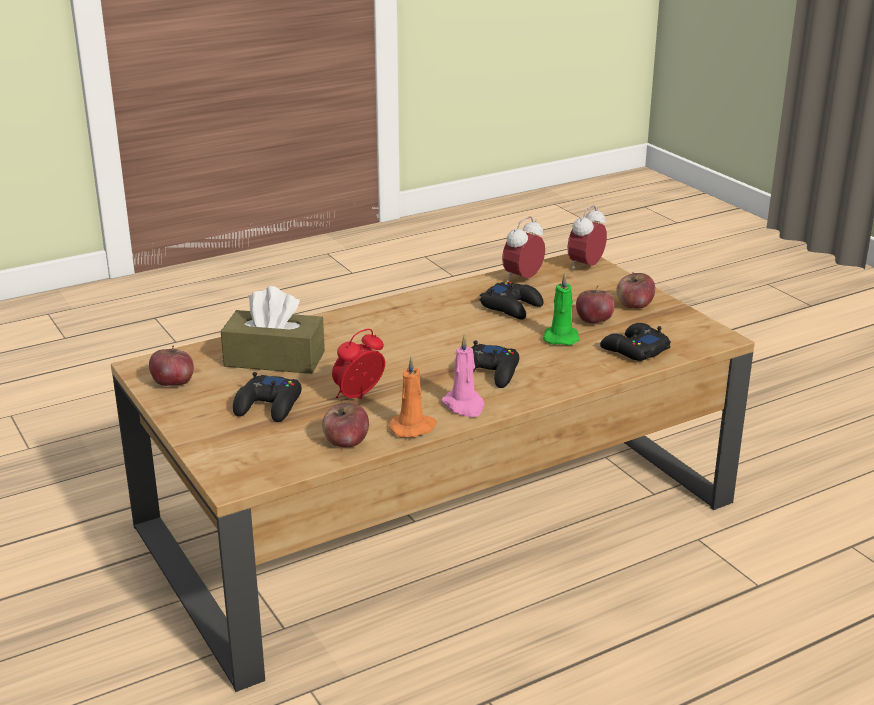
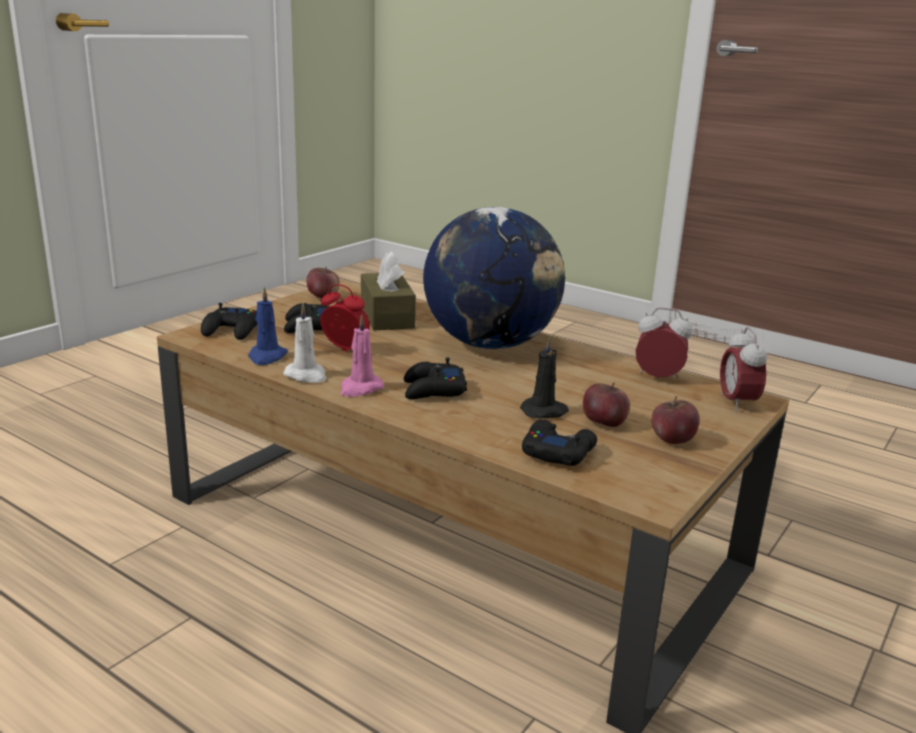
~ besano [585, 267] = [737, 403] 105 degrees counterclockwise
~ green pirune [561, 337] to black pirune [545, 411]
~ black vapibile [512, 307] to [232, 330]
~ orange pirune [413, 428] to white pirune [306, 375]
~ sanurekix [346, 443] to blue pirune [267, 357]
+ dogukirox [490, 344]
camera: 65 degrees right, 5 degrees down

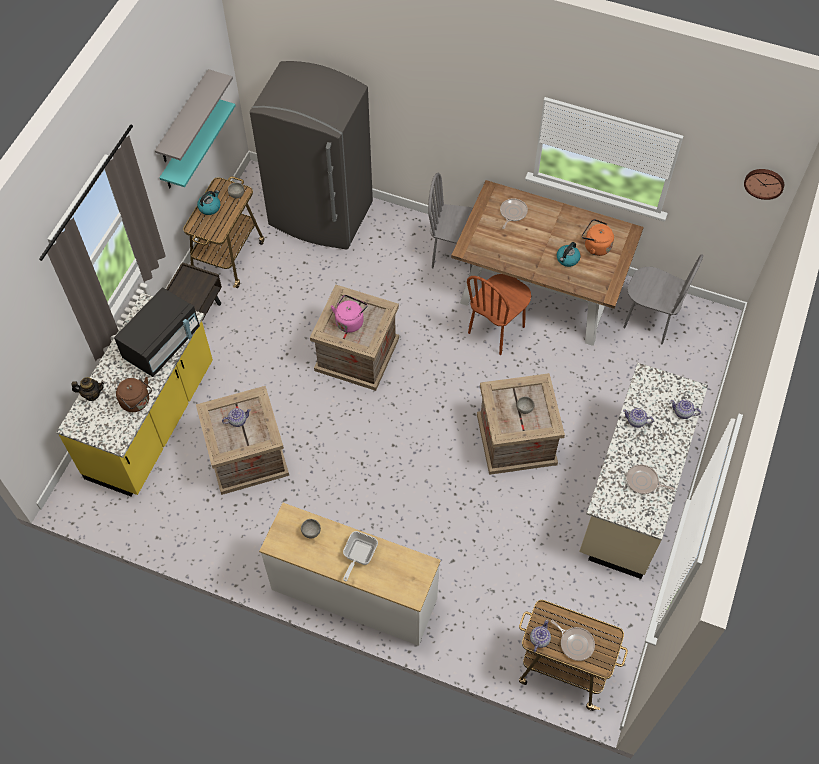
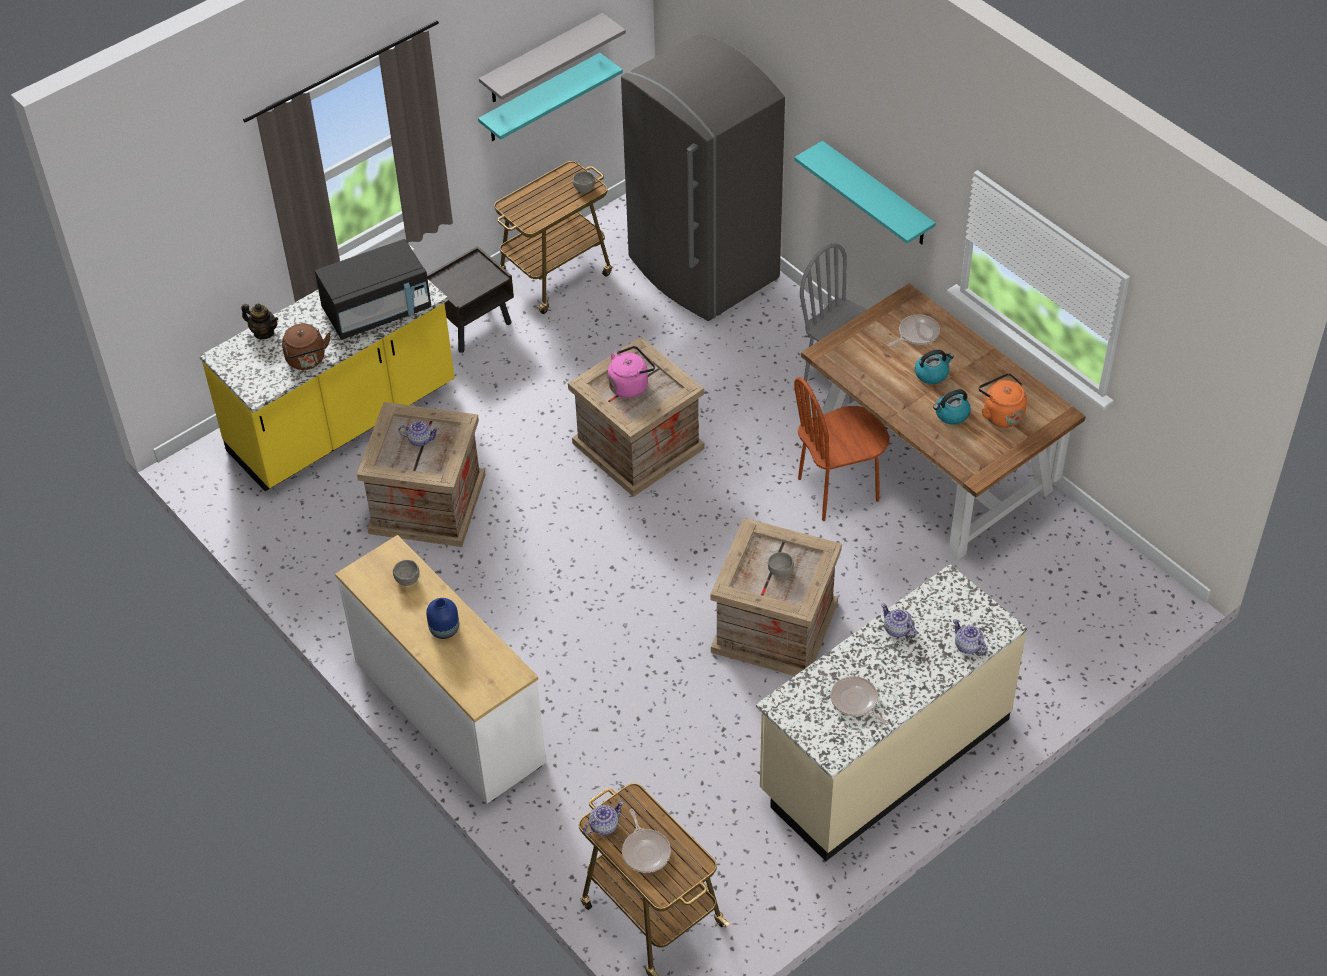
- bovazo [764, 182]
~ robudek [210, 207] to [932, 374]
- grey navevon [649, 321]
~ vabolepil [358, 556] to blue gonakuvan [443, 629]
+ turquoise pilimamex [877, 195]
camera: 30 degrees right, 10 degrees down

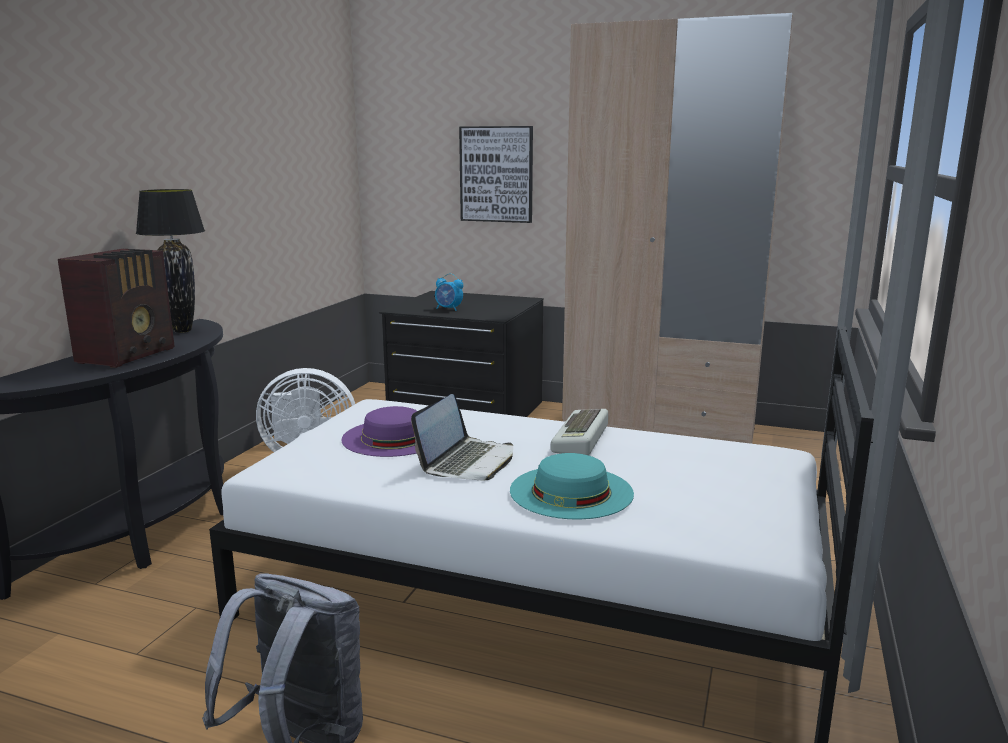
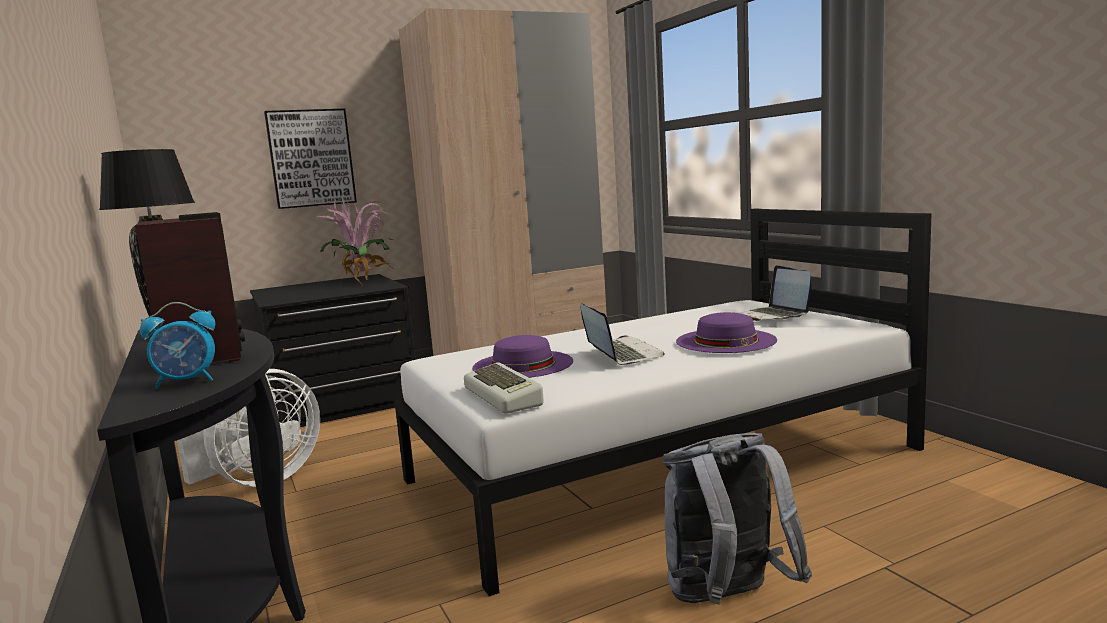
~ besano [448, 309] to [187, 382]
~ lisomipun [582, 439] to [505, 396]
~ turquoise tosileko [571, 491] to purple tosileko [726, 340]
+ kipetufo [364, 281]
+ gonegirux [773, 316]
camera: 45 degrees left, 5 degrees down

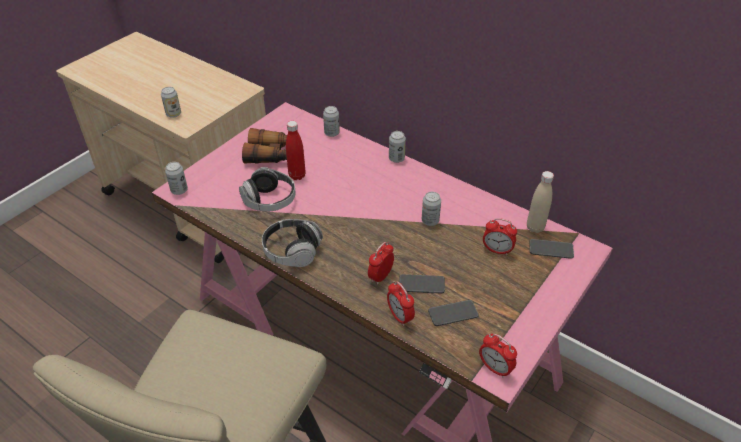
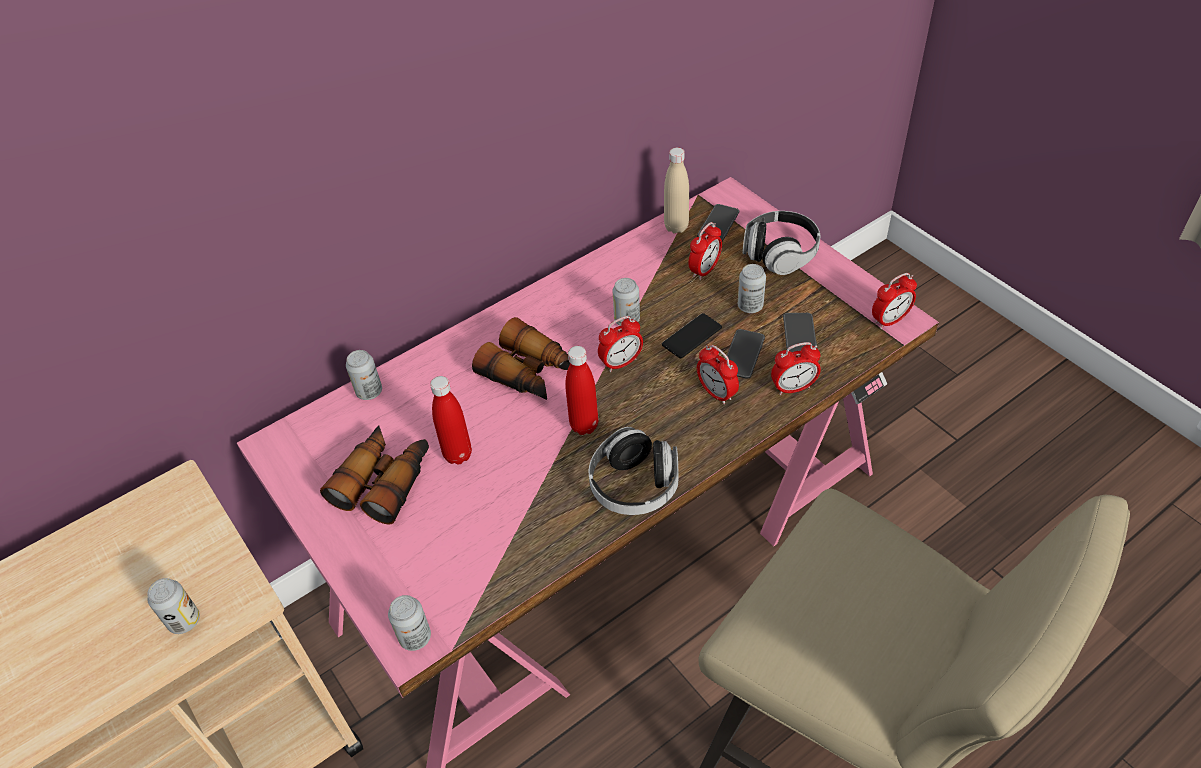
~ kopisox [396, 159] to [750, 306]
~ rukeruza [269, 201] to [780, 254]
+ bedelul [691, 336]
+ besano [621, 363]
+ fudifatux [530, 373]
+ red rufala [584, 425]
camera: 70 degrees left, 5 degrees up

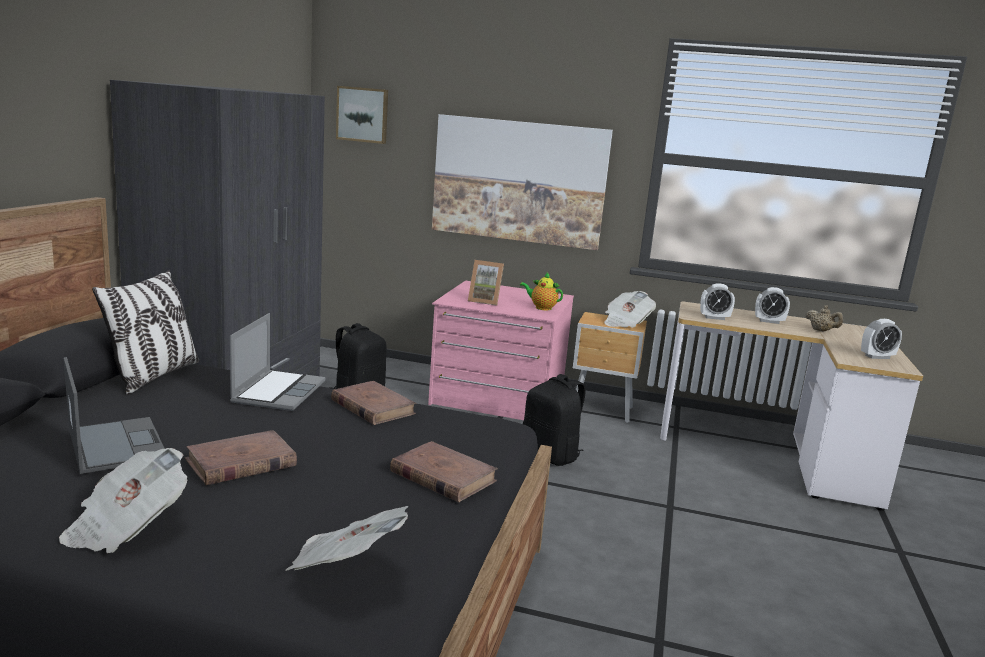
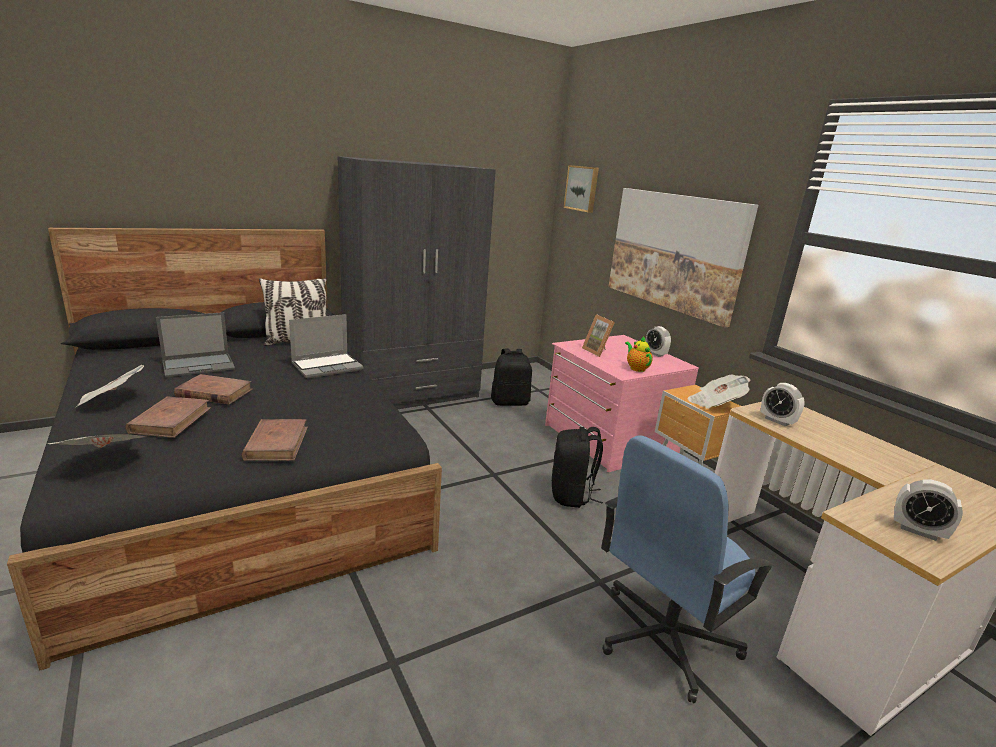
~ besano [769, 321] to [655, 354]
- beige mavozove [821, 331]
~ gonegirux [116, 444] = [199, 365] 45 degrees clockwise
~ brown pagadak [372, 407] to [171, 420]
+ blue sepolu [664, 638]
camera: 45 degrees right, 5 degrees up

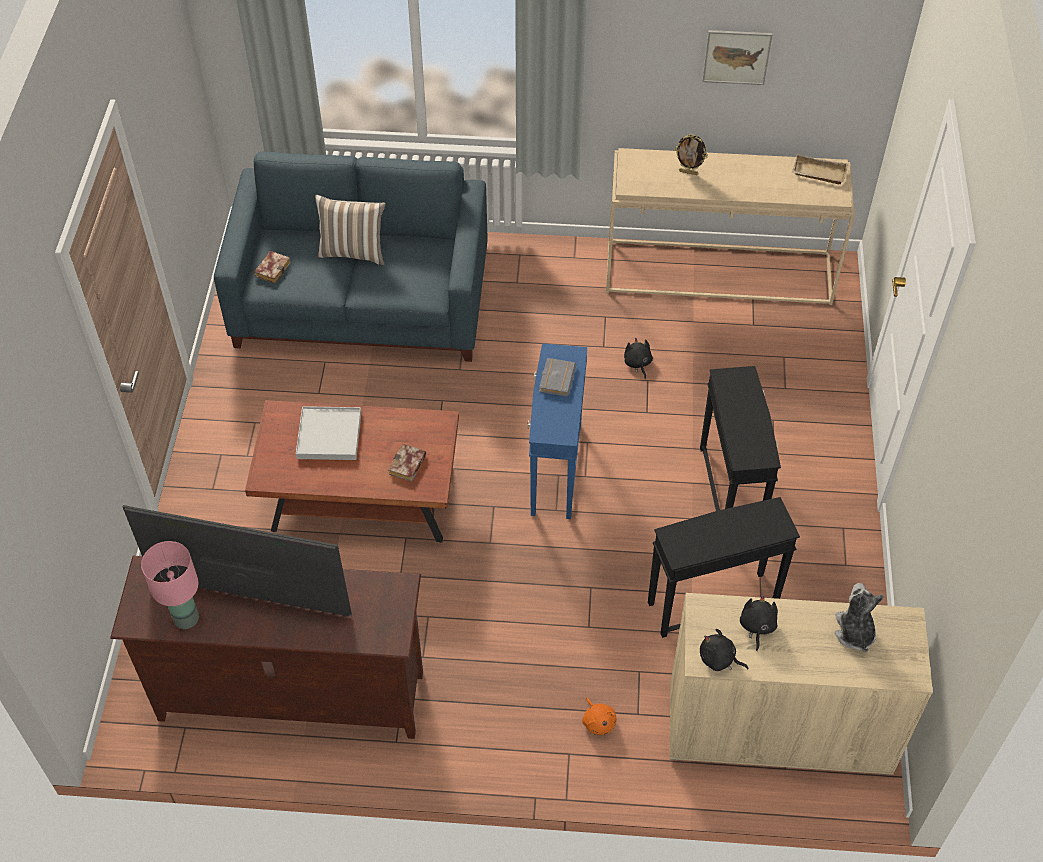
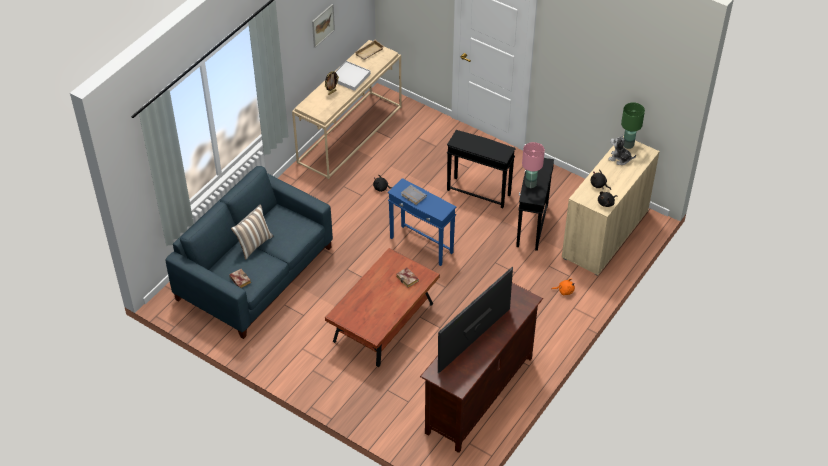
~ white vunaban [329, 435] to [350, 77]
~ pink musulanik [186, 619] to [530, 184]
+ green musulanik [628, 145]
camera: 60 degrees left, 5 degrees down

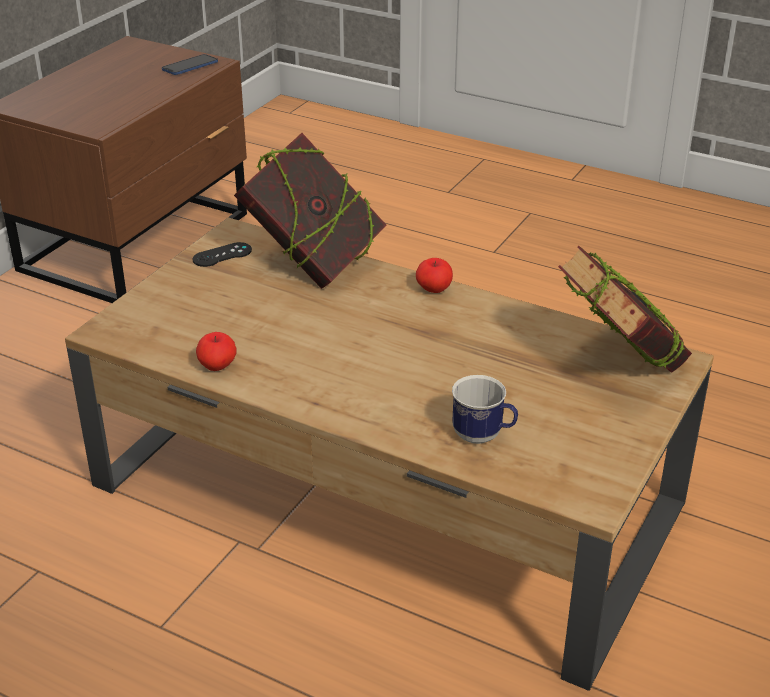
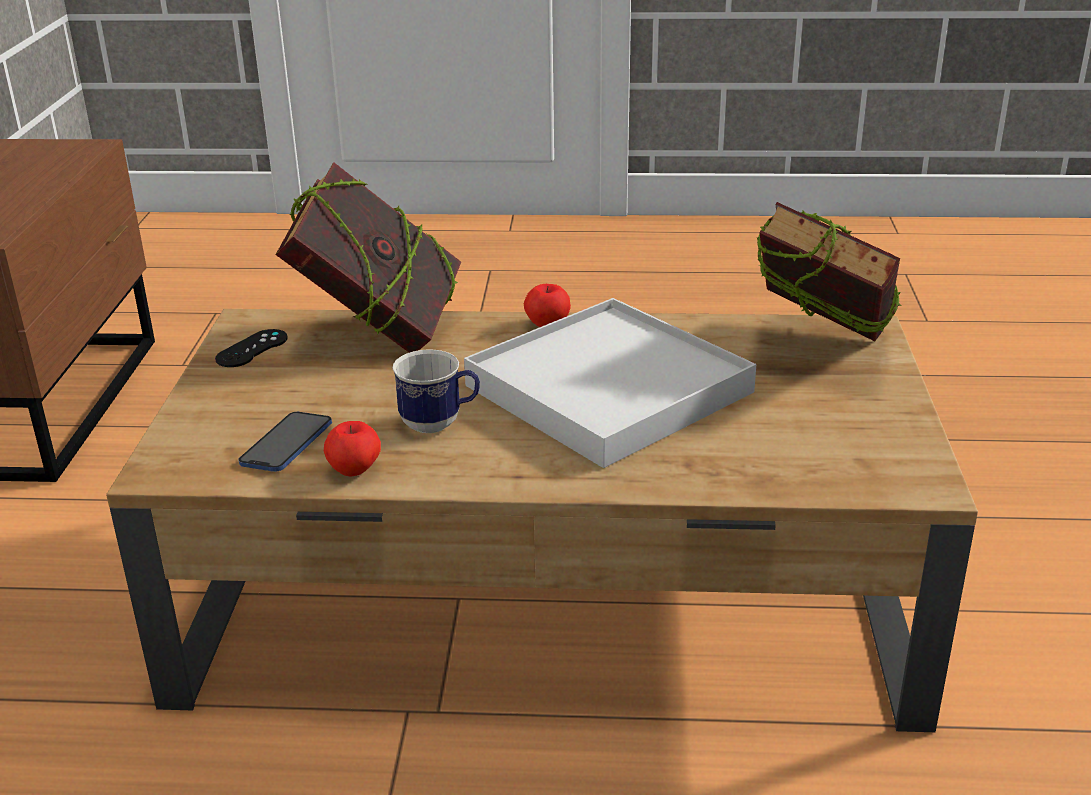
~ bedelul [190, 66] to [286, 444]
~ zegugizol [483, 436] to [439, 424]
+ white vunaban [608, 389]
camera: 25 degrees left, 5 degrees down

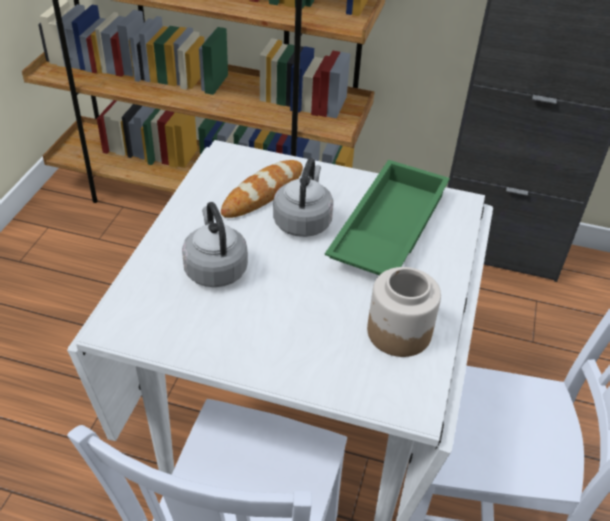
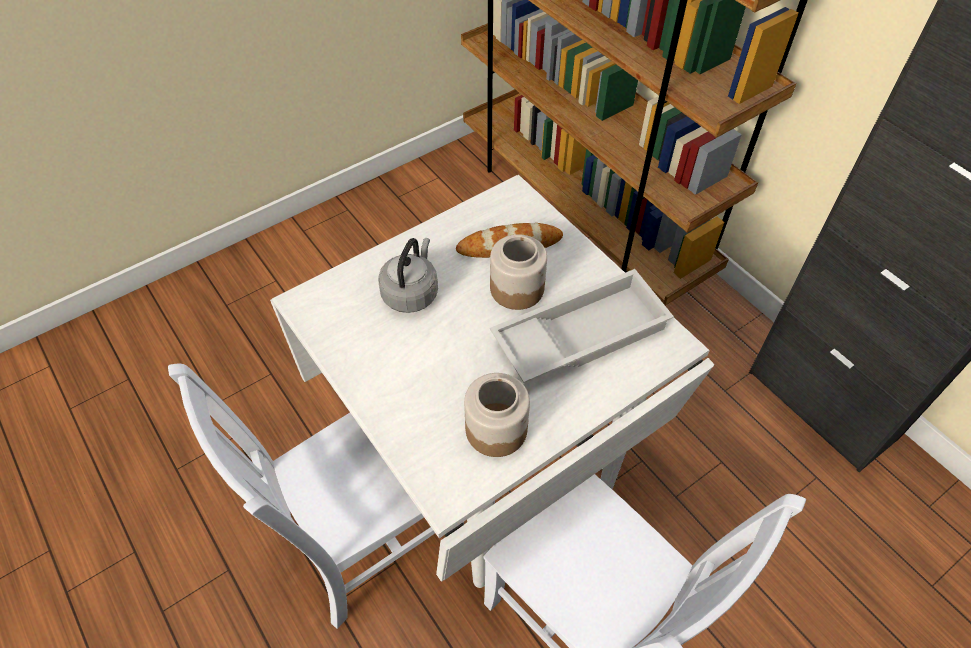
~ grey robudek [303, 221] to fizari [517, 288]
~ green vunaban [386, 229] to white vunaban [580, 333]
camera: 40 degrees right, 10 degrees up

